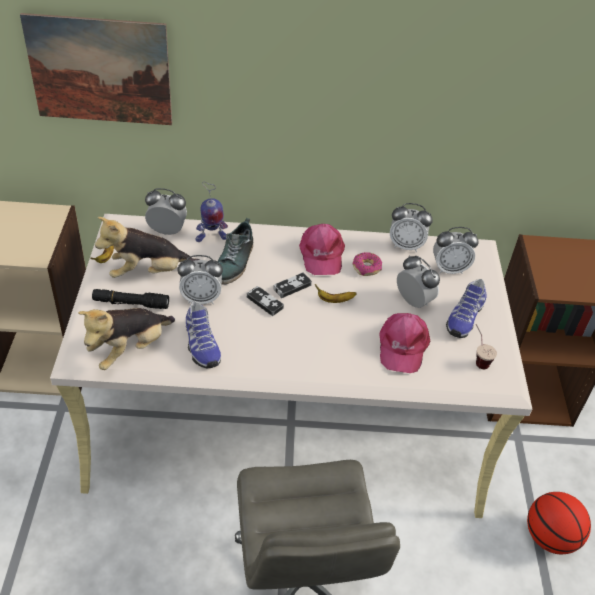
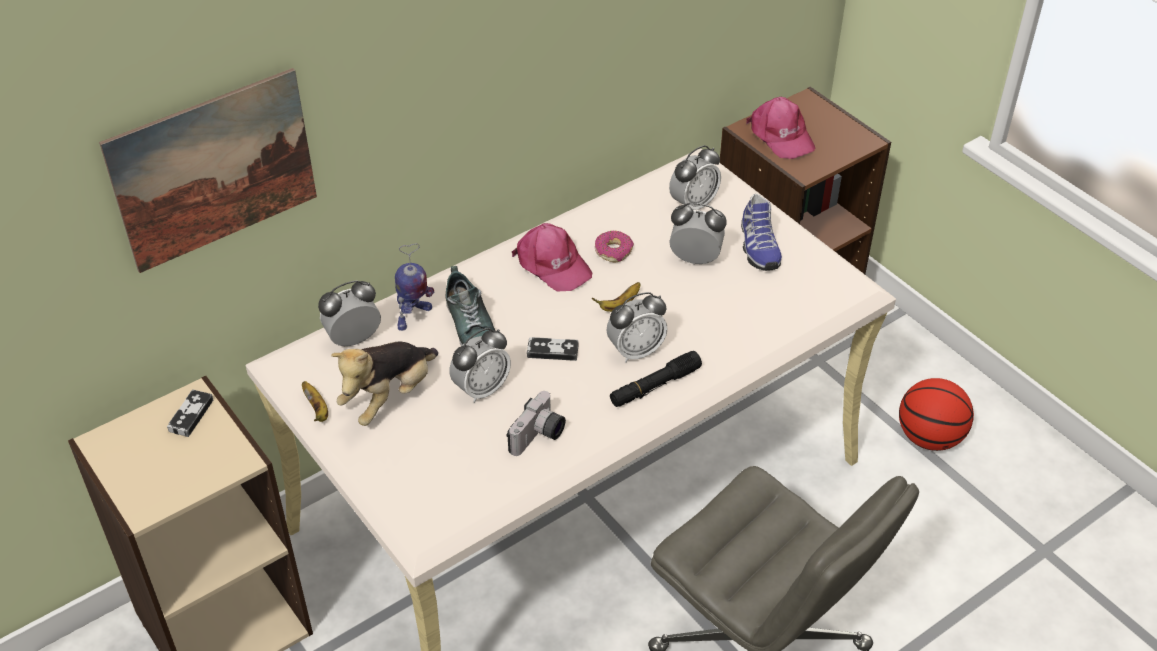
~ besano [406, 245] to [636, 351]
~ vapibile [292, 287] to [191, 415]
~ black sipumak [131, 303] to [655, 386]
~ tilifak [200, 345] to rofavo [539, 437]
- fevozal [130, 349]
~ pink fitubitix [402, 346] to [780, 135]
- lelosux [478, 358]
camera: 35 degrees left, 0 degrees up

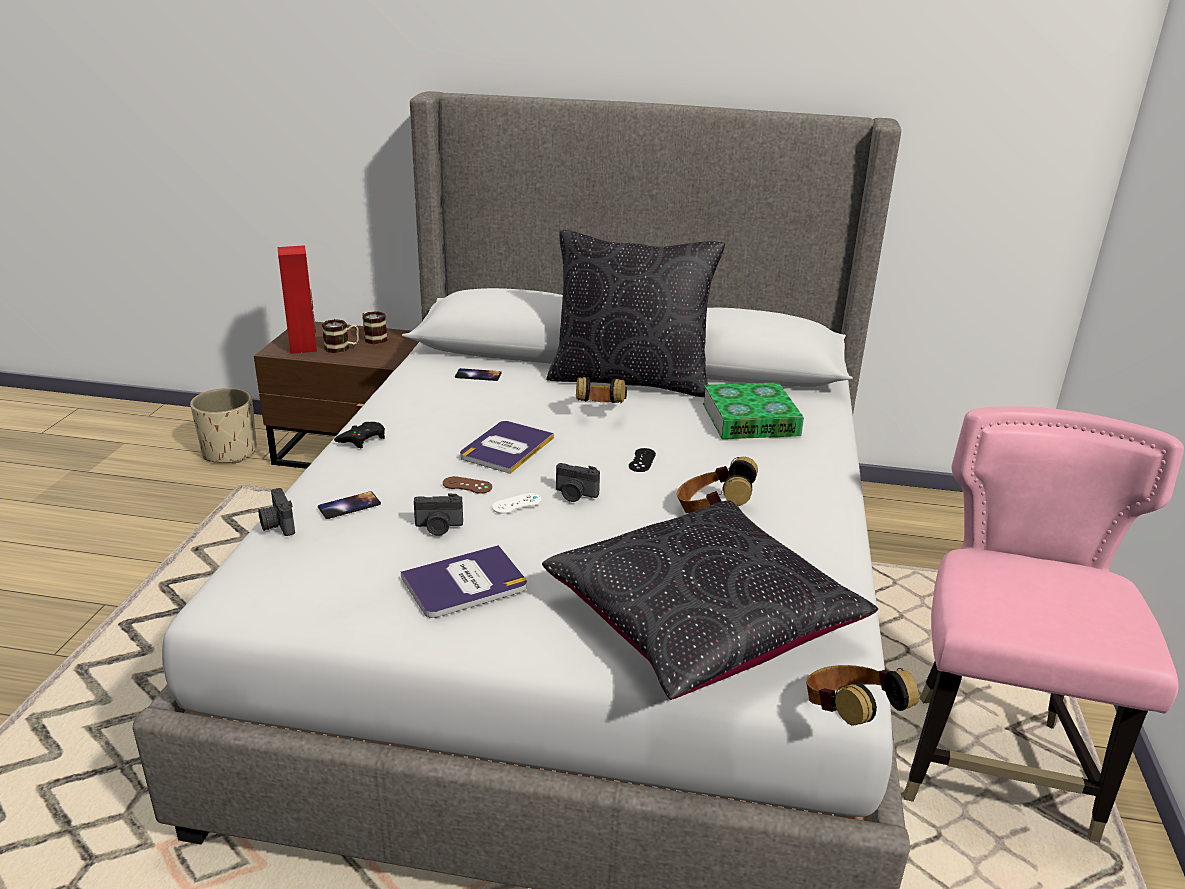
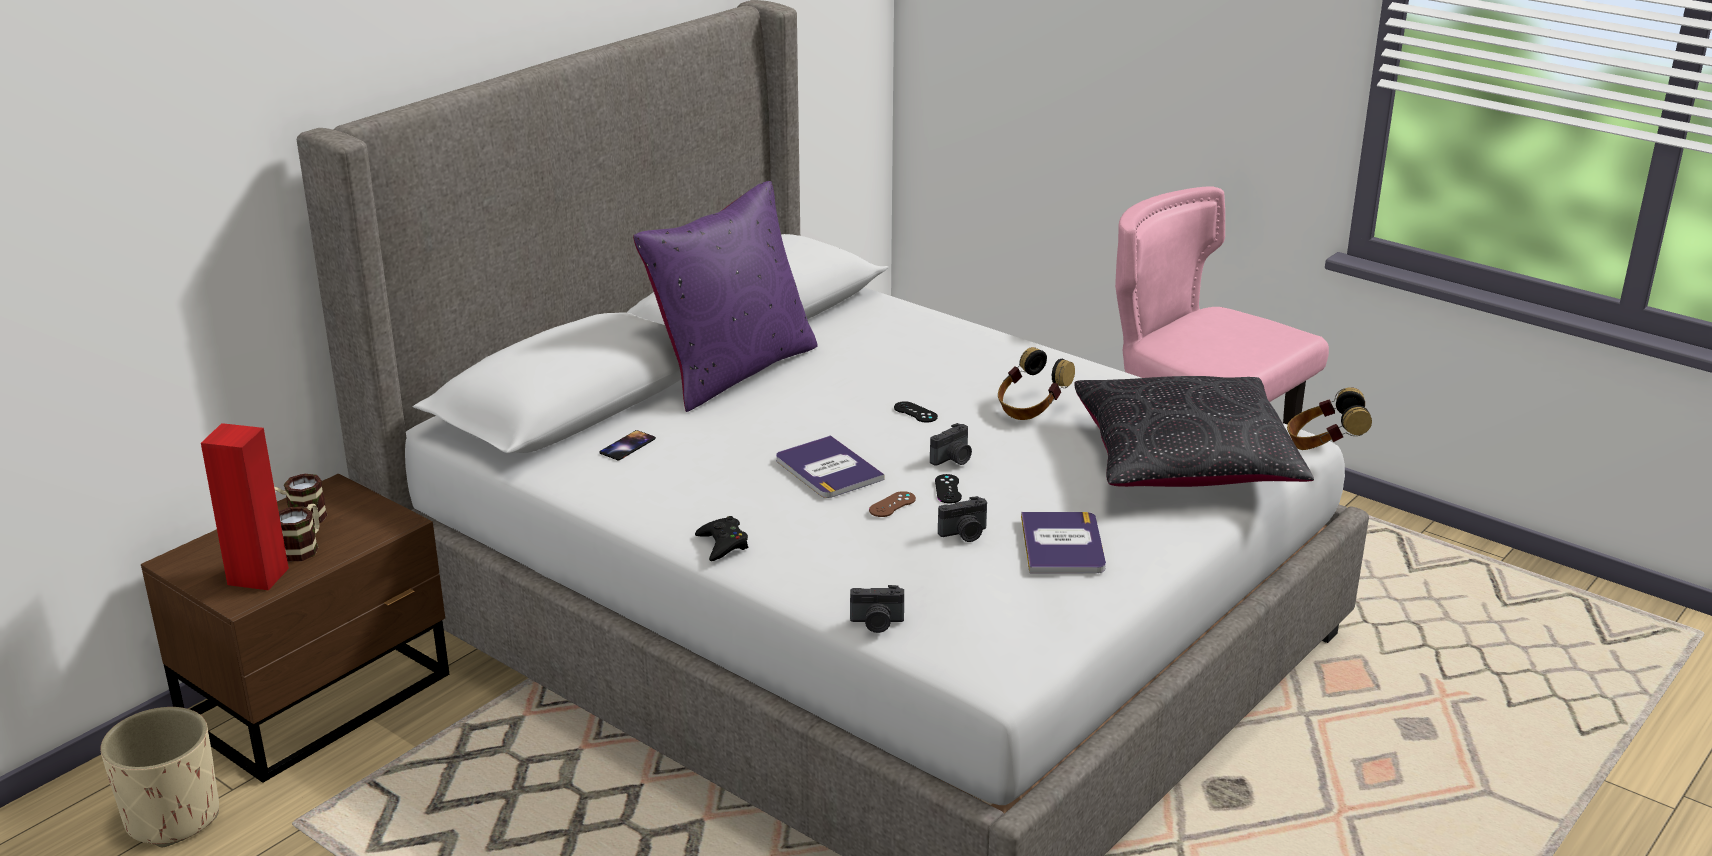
~ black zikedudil [630, 379] to purple zikedudil [732, 370]
- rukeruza [600, 412]
- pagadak [750, 419]
- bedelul [349, 505]
~ rofavo [438, 527] = [964, 534] 45 degrees clockwise
~ white vapibile [517, 504] to black vapibile [948, 489]
camera: 60 degrees left, 0 degrees up

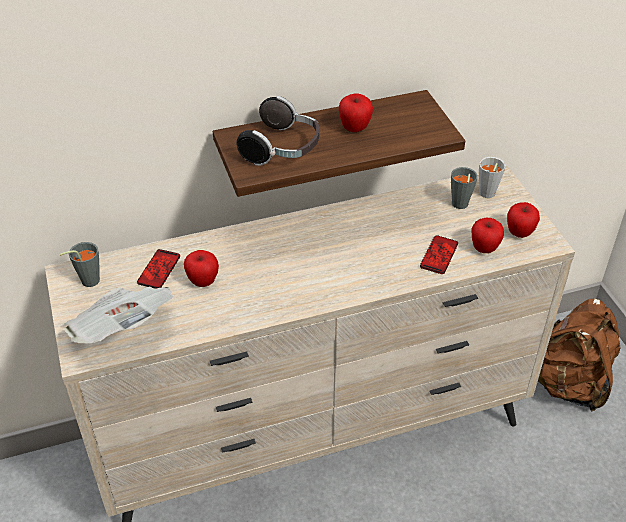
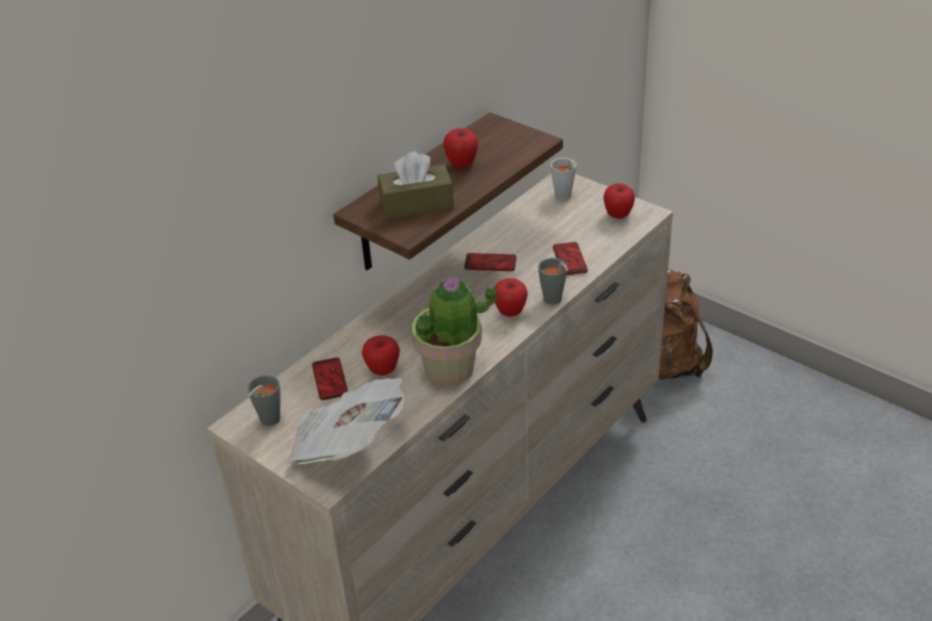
~ rukeruza [282, 149] to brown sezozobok [416, 204]
~ grey lelosux [459, 206] to [554, 301]
~ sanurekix [484, 248] to [510, 312]
+ bedelul [490, 263]
+ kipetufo [450, 368]
camera: 30 degrees left, 5 degrees down

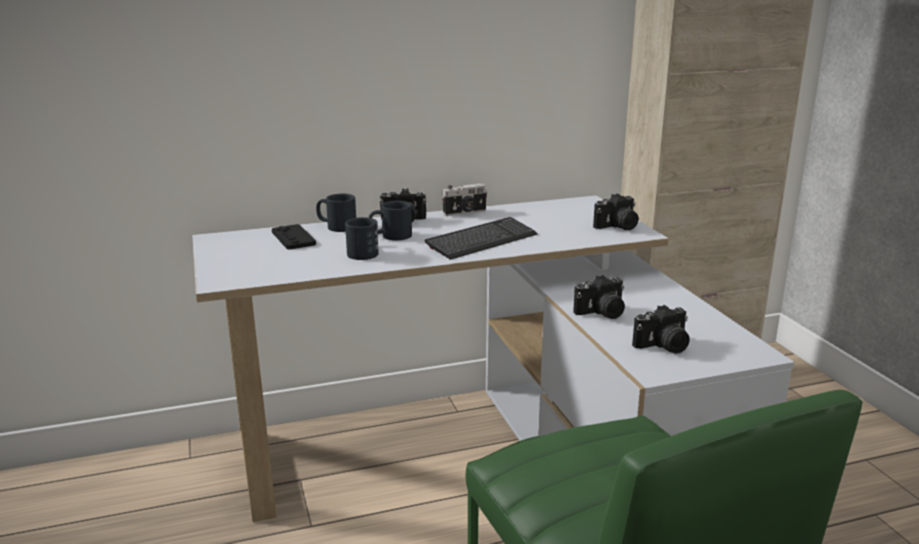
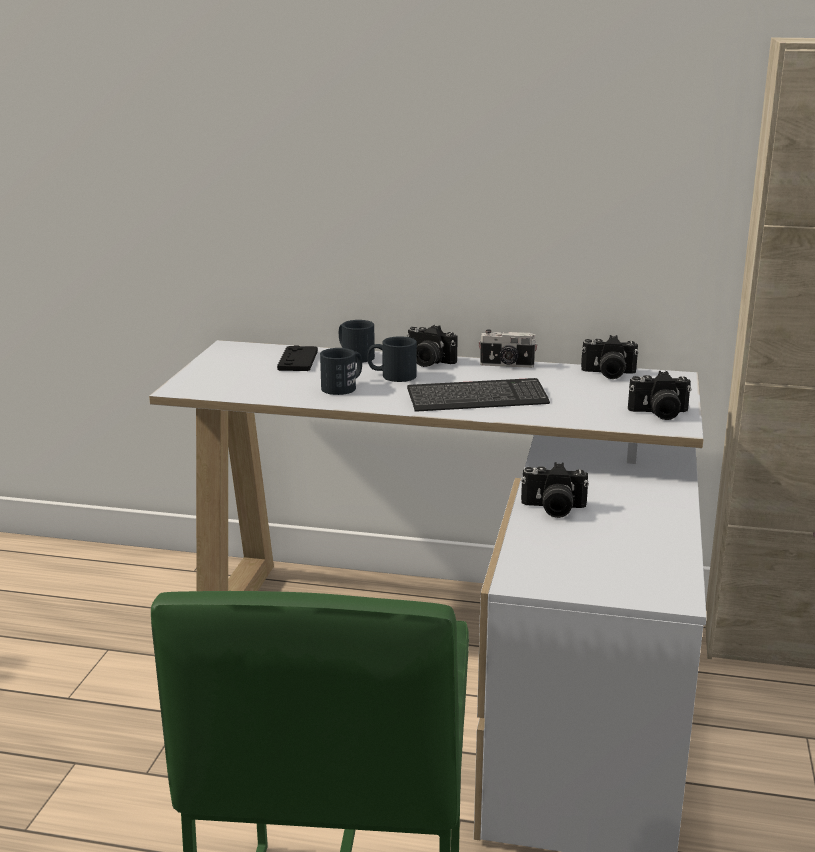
~ rofavo [663, 346] to [608, 374]
camera: 30 degrees right, 0 degrees up

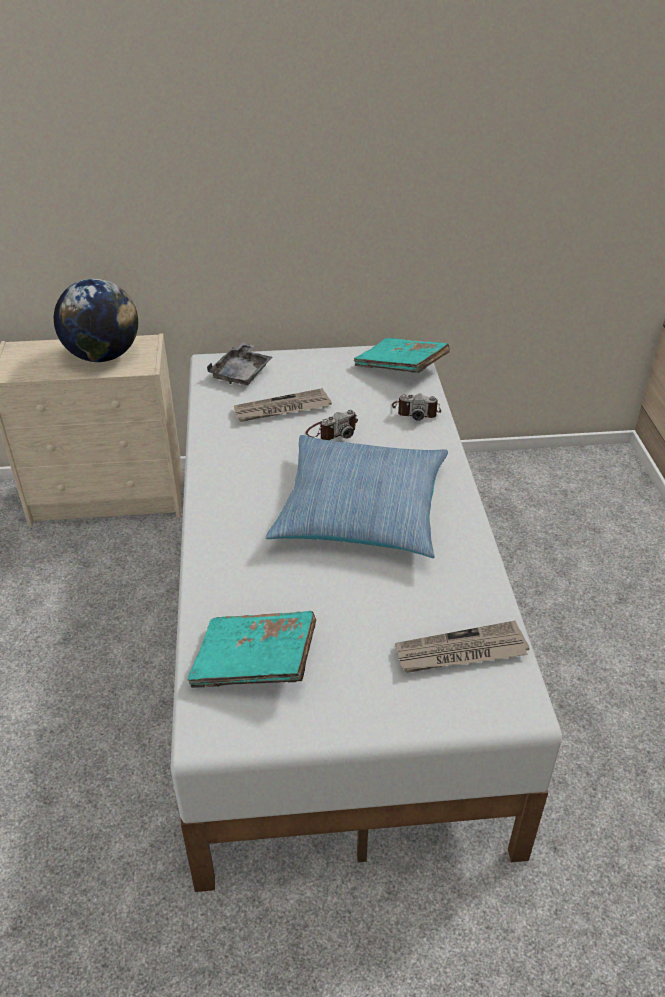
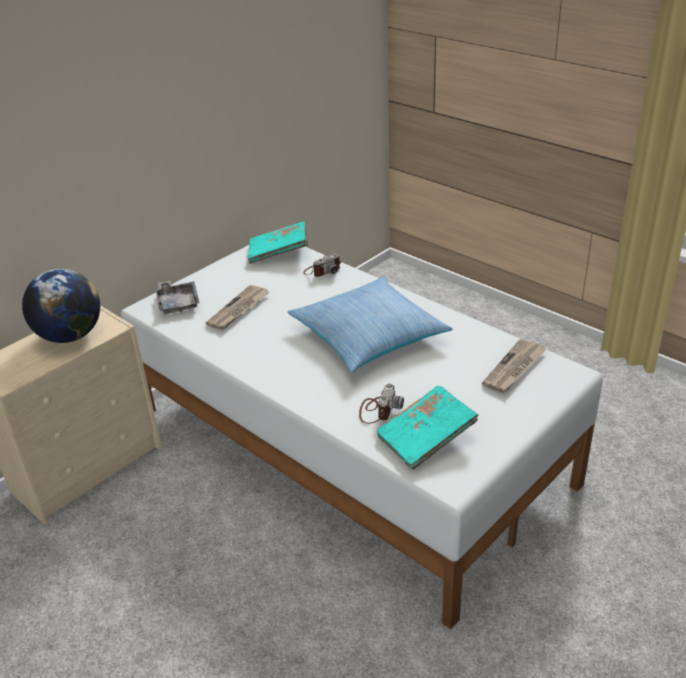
~ rofavo [332, 431] to [378, 410]
camera: 40 degrees left, 5 degrees down

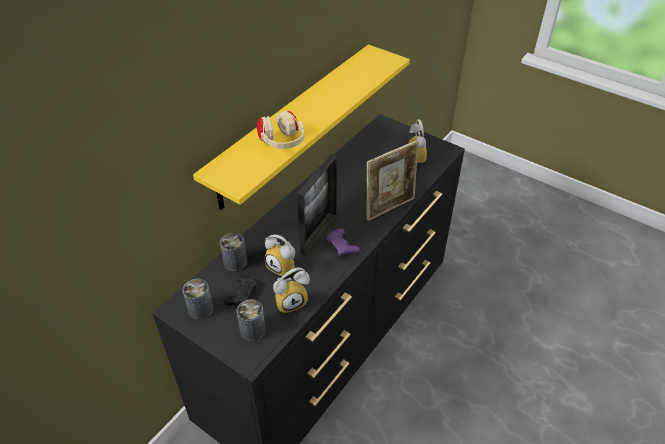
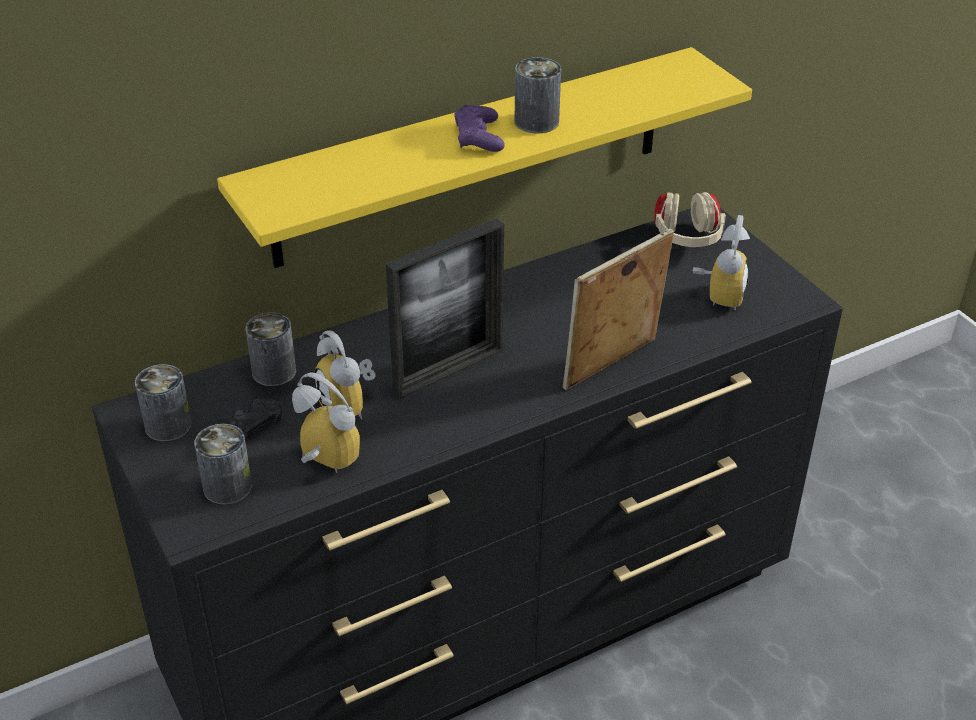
~ beige rukeruza [282, 143] to [687, 240]
~ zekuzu [389, 207] = [612, 367] 150 degrees clockwise
~ purple vapibile [342, 246] to [478, 137]
~ besano [291, 301] = [322, 464] 150 degrees counterclockwise
+ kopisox [536, 122]
camera: 25 degrees right, 5 degrees down

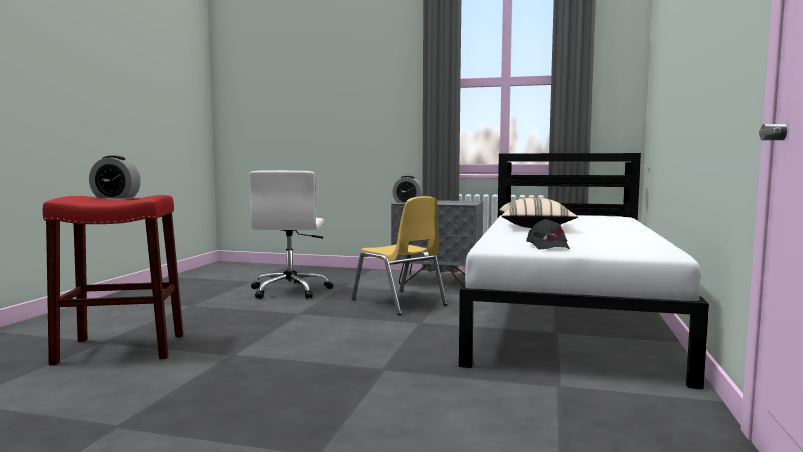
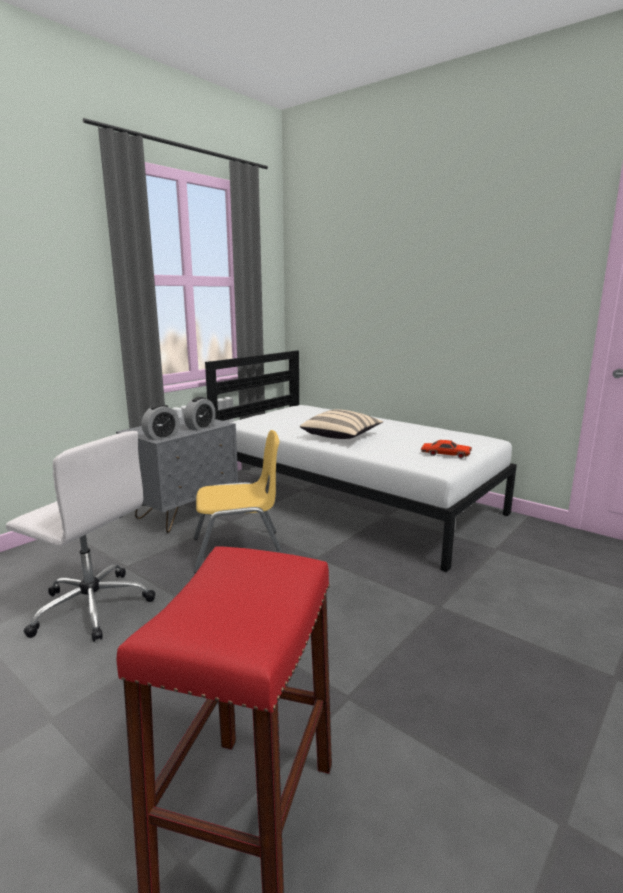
~ besano [116, 197] to [200, 427]
~ black fitubitix [547, 246] to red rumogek [445, 454]
camera: 65 degrees left, 10 degrees up

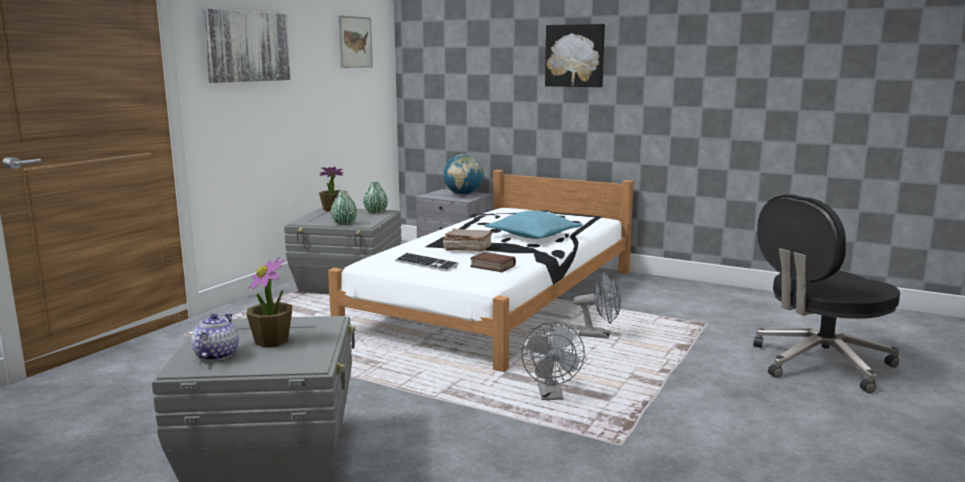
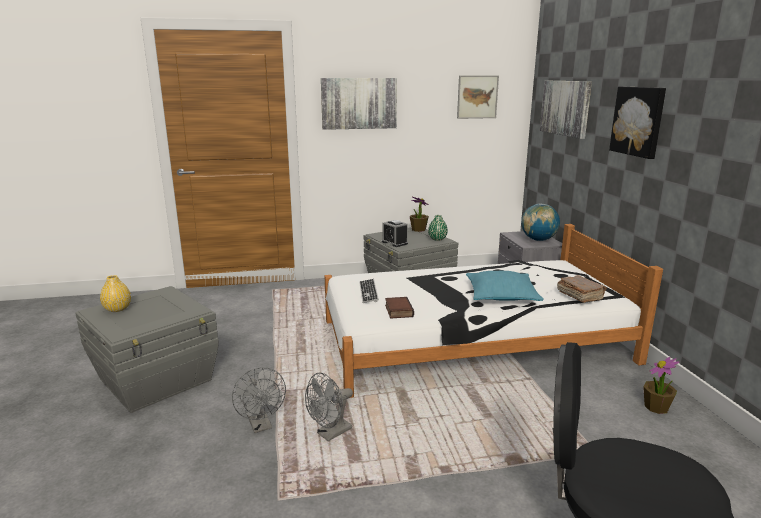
~ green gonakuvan [344, 223] to besano [394, 243]
~ brown pagadak [467, 249] to [579, 296]
~ kipetufo [272, 341] to [656, 407]
~ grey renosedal [599, 335] to [261, 425]
~ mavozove [216, 355] to yellow gonakuvan [117, 309]
+ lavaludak [566, 108]
camera: 50 degrees right, 5 degrees up

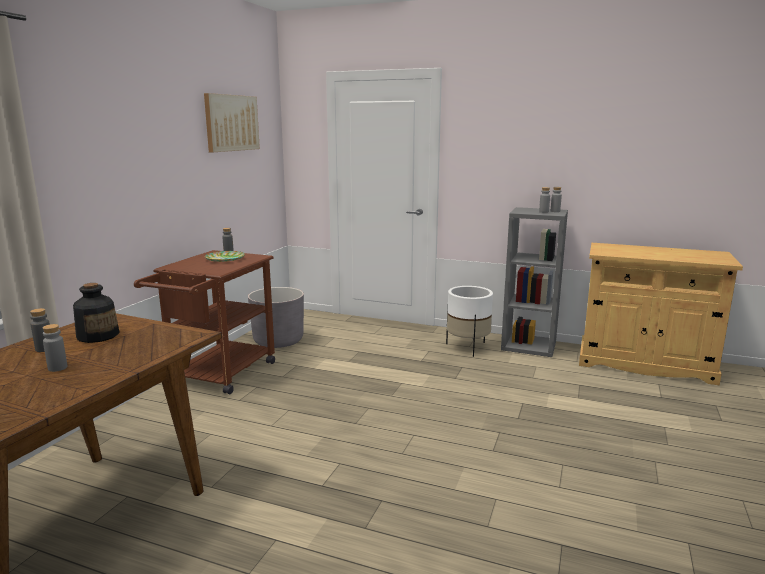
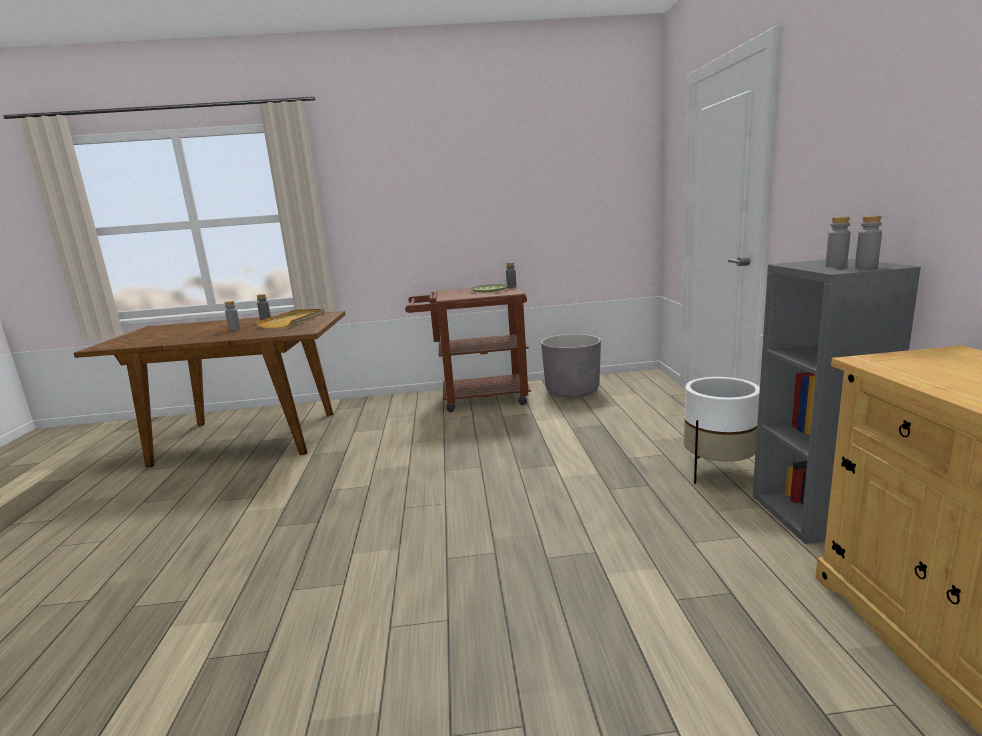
- lavaludak [231, 123]
~ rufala [98, 336] to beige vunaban [293, 320]
camera: 65 degrees right, 0 degrees up

